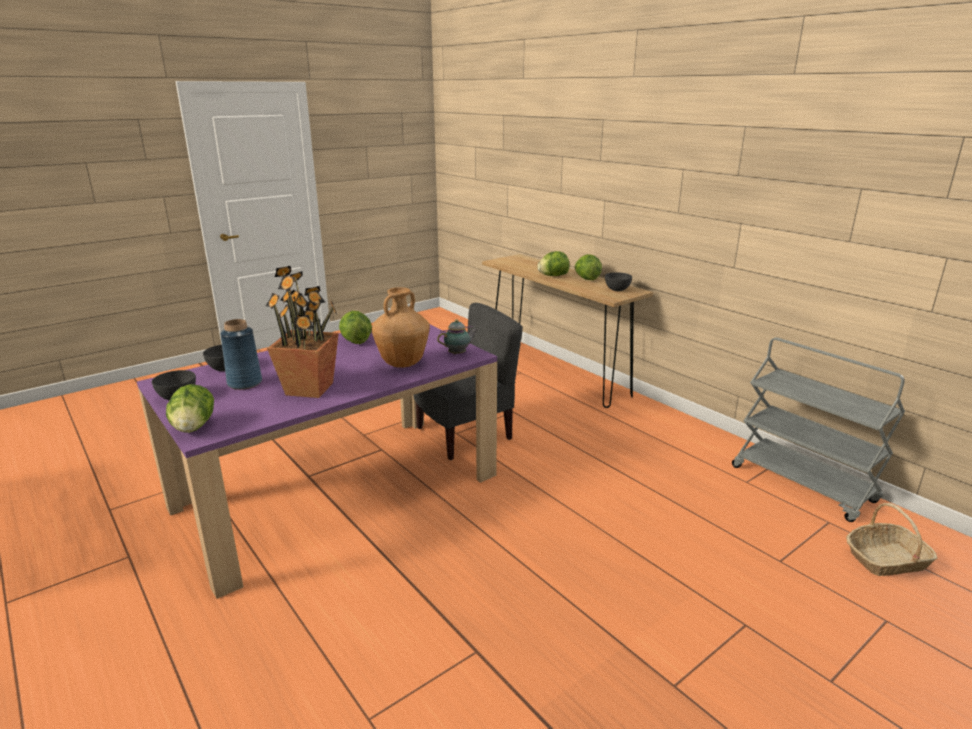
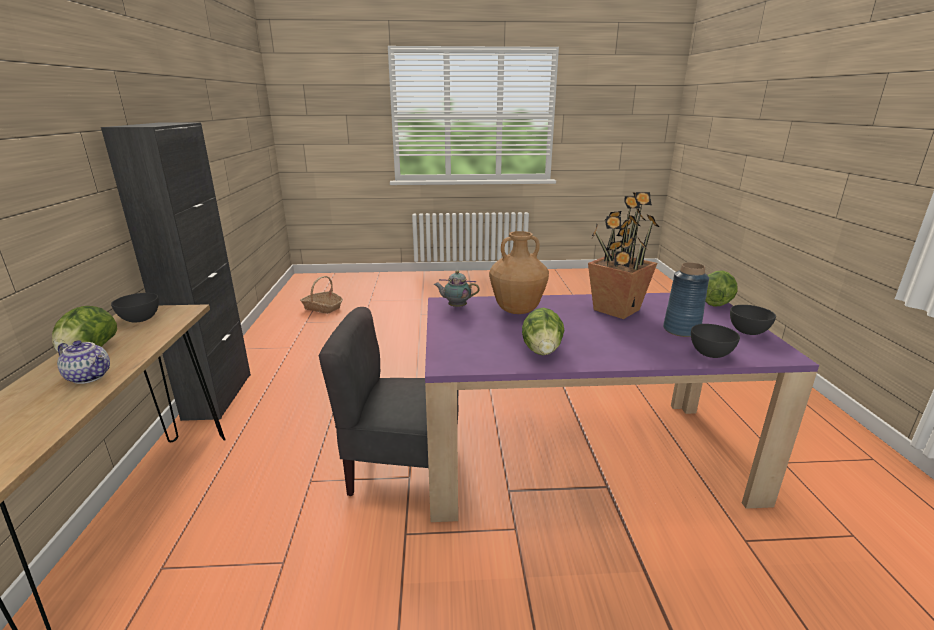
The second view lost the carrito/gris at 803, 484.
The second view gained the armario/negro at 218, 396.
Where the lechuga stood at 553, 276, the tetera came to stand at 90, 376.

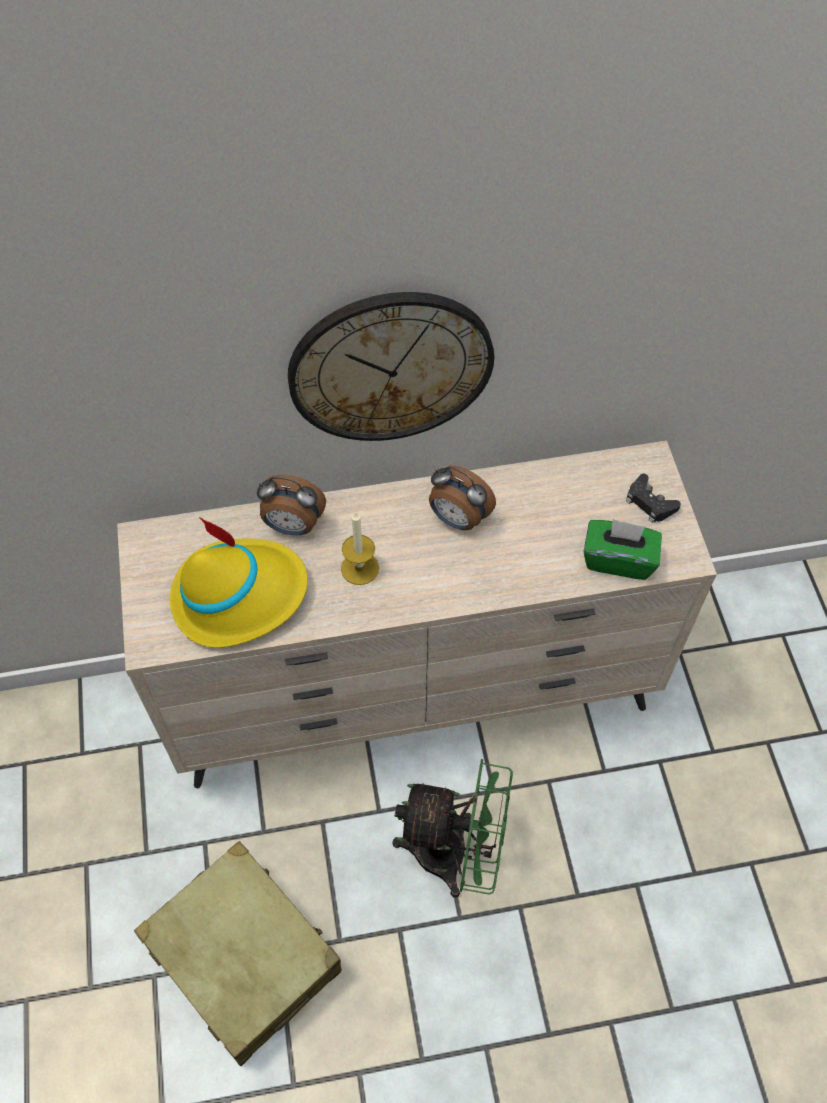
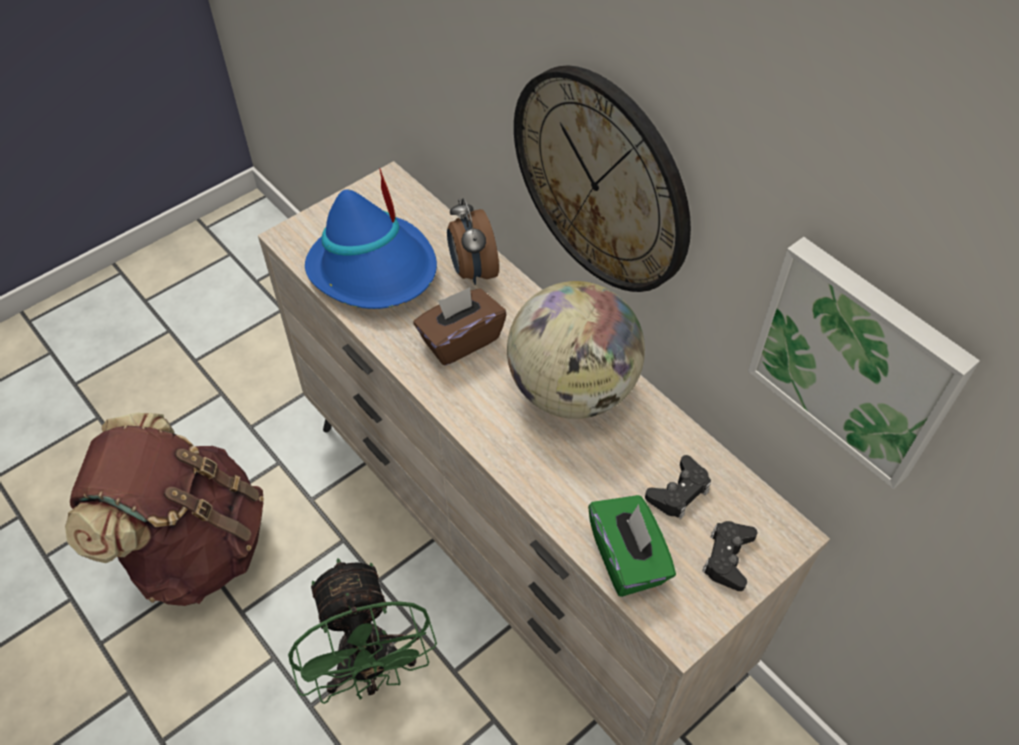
The second view gained the mando de consola/negro at 679, 492.
The second view gained the cuadro at 857, 360.
Where the maleta/beis stood at 243, 957, the mochila/marrón came to stand at 194, 545.
Where the vela stood at 360, 568, the caja de pañuelos/marrón came to stand at 460, 340.
Where the despertador stood at 458, 519, the globo terráqueo came to stand at 572, 390.
What was the sombrero/amarillo at 239, 595 turned into the sombrero/azul at 374, 269.

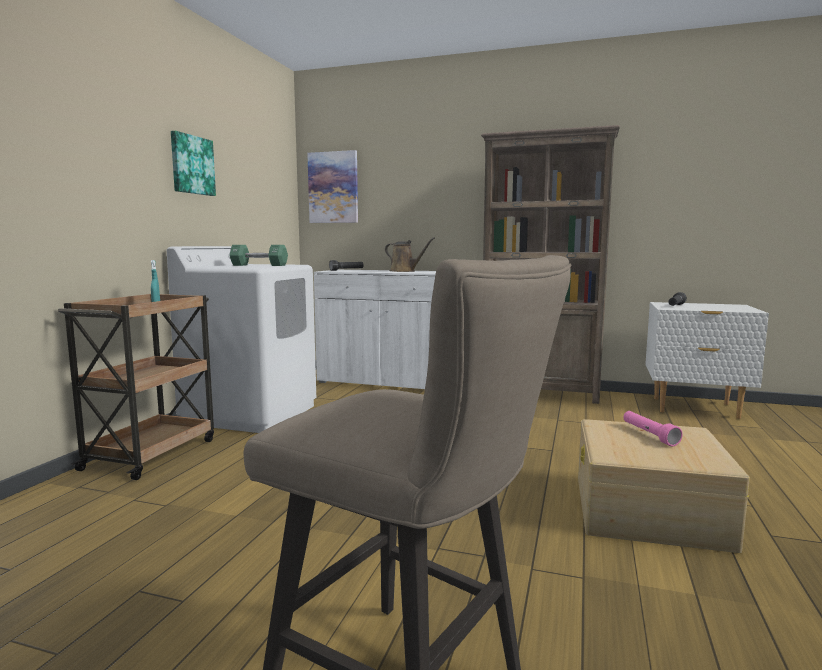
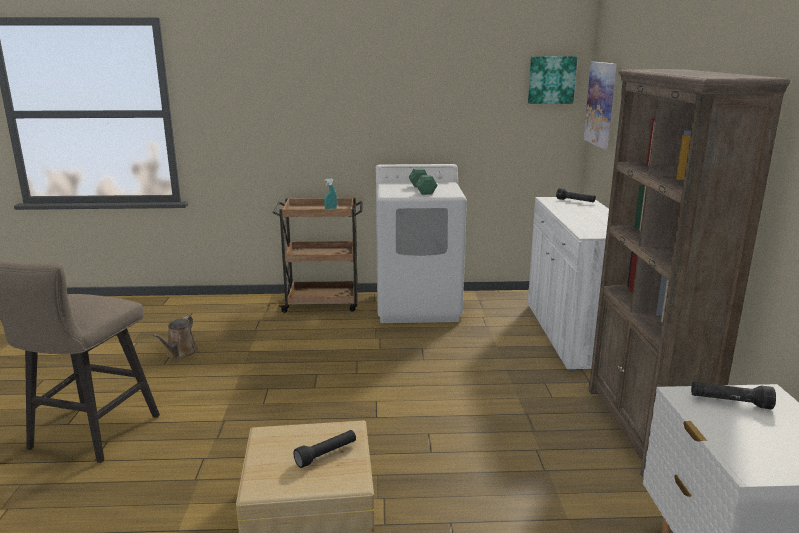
The cuadro ended up elsewhere, having gone from 191, 165 to 551, 80.
The regadera/marrón ended up elsewhere, having gone from 404, 271 to 180, 353.
What was the linterna/rosa at 649, 435 turned into the linterna/negro at 326, 454.

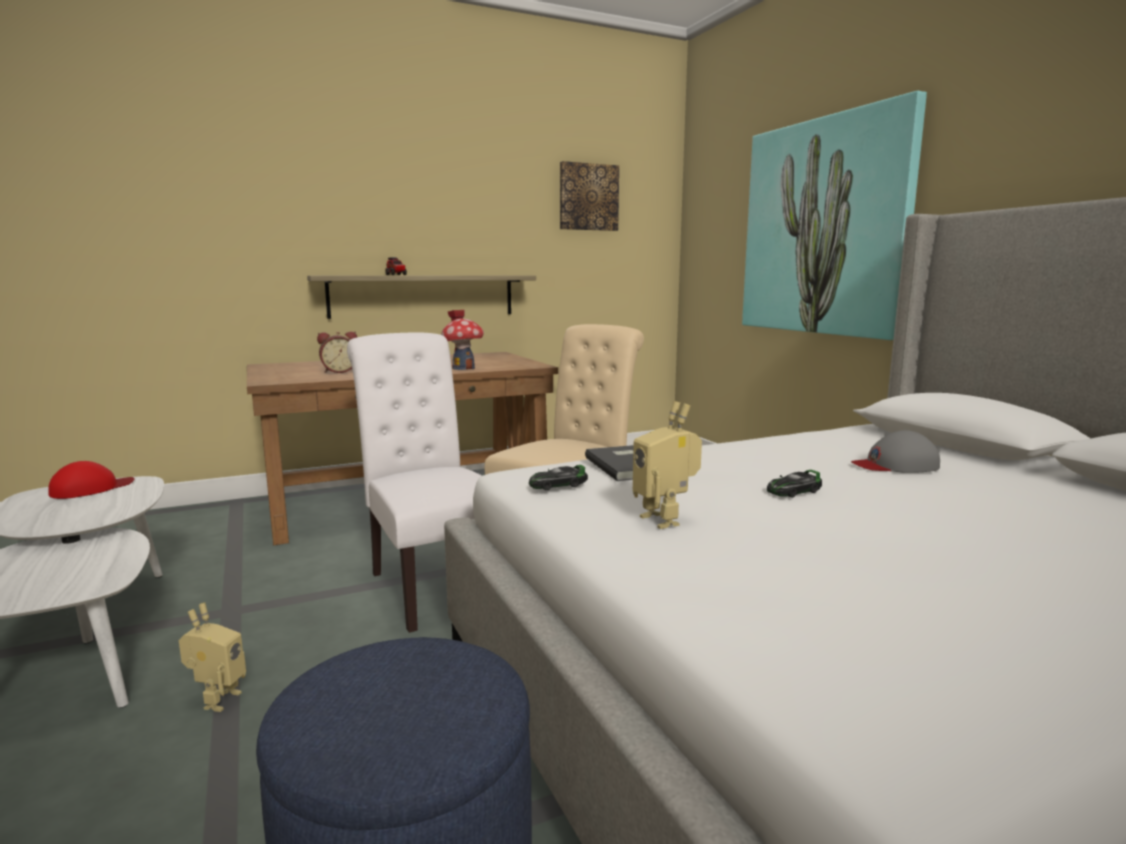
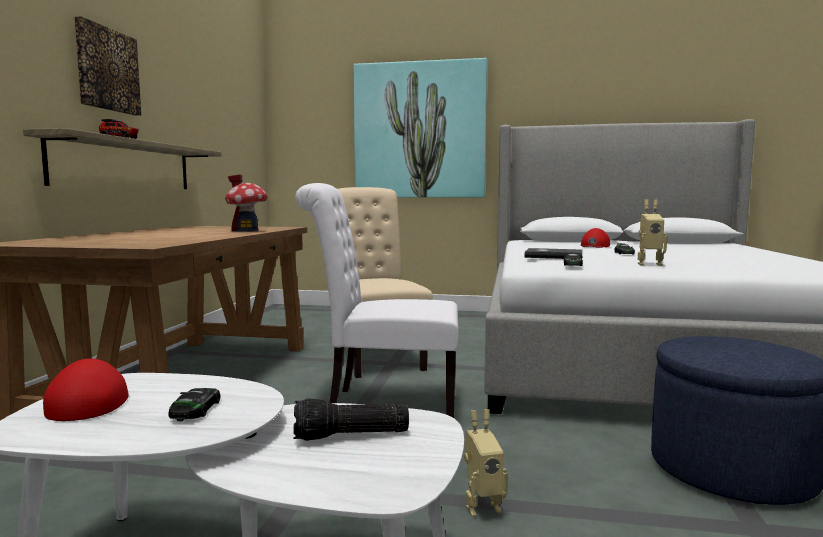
The second view lost the despertador at 339, 371.
The second view gained the coche de juguete at 195, 410.
The second view gained the linterna at 350, 436.
The cuadro ended up elsewhere, having gone from 588, 197 to 106, 69.
What was the gorra/gris at 895, 465 turned into the gorra/rojo at 594, 246.
The robot de juguete at 217, 700 ended up facing another way, 120 degrees clockwise from before.

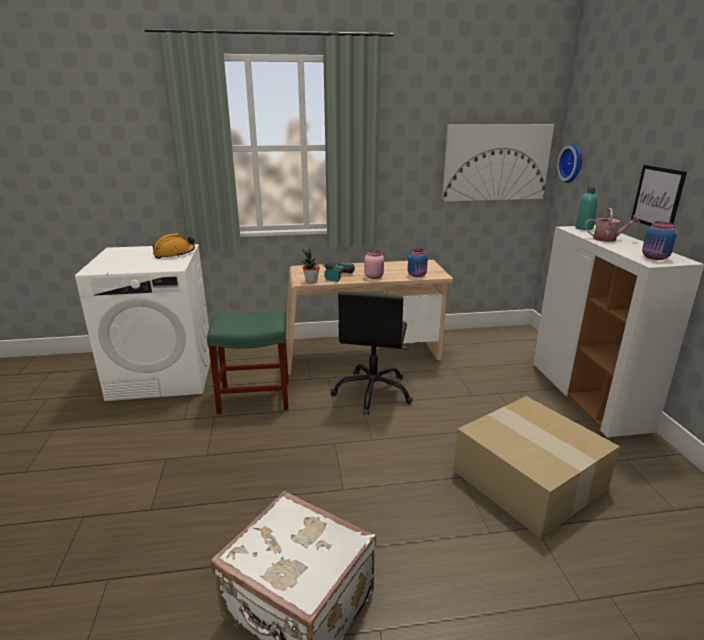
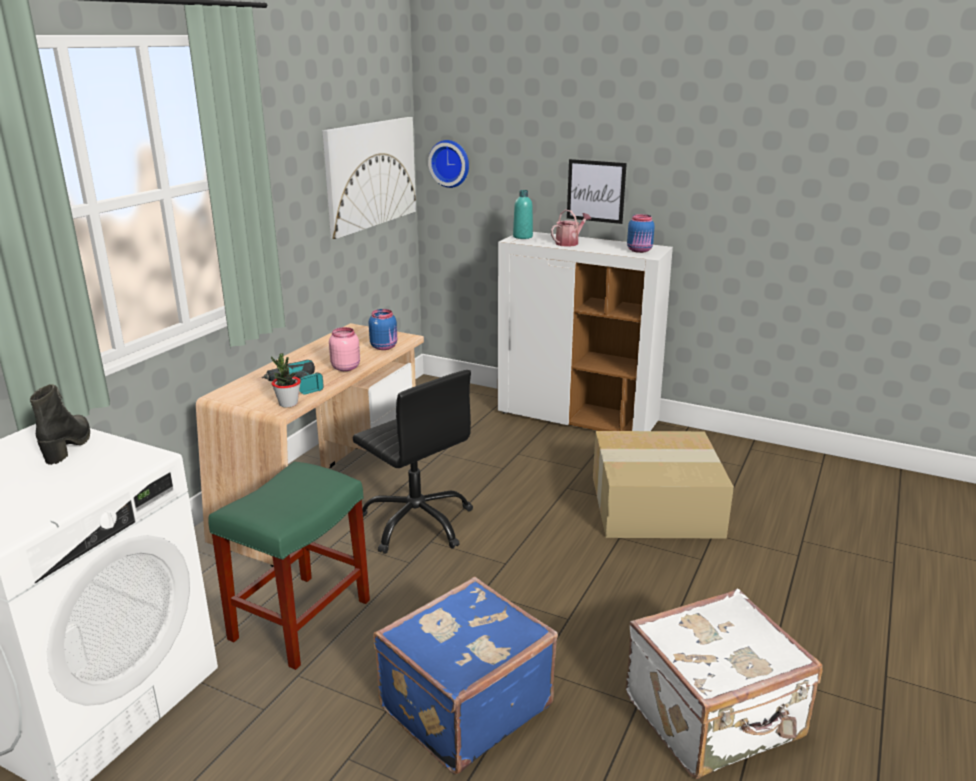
The second view gained the maleta/azul at 463, 705.
Where the casco/naranja stood at 174, 254, the bota/negro came to stand at 69, 446.

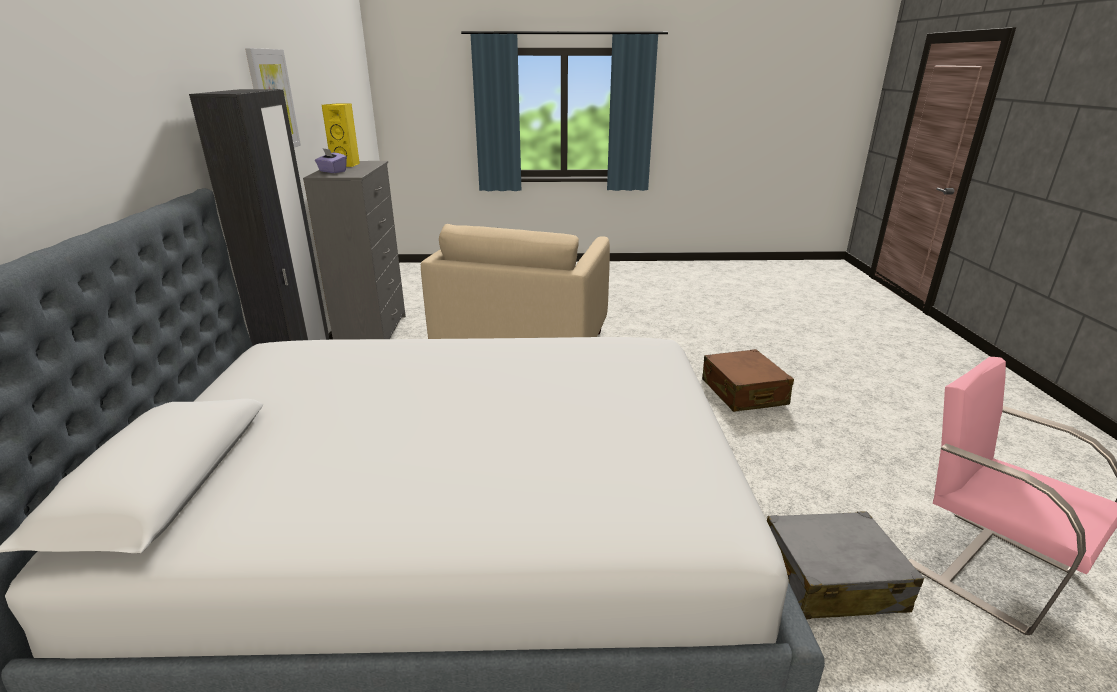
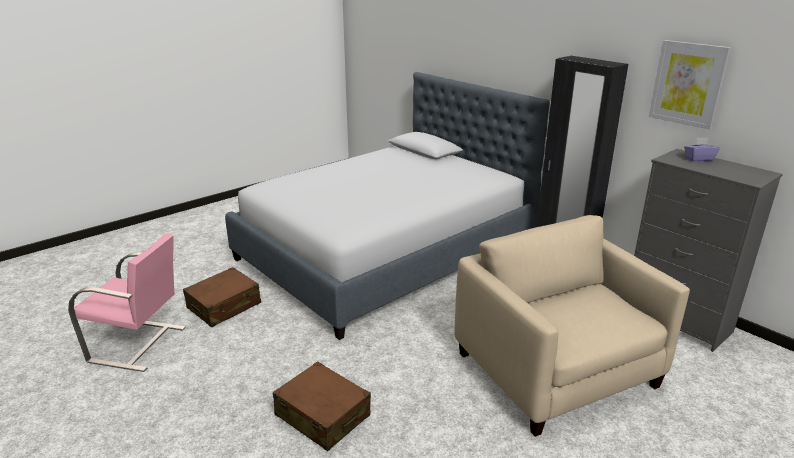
The second view lost the altavoz/amarillo at 347, 165.
What was the maleta/gris at 830, 580 turned into the maleta/marrón at 224, 306.

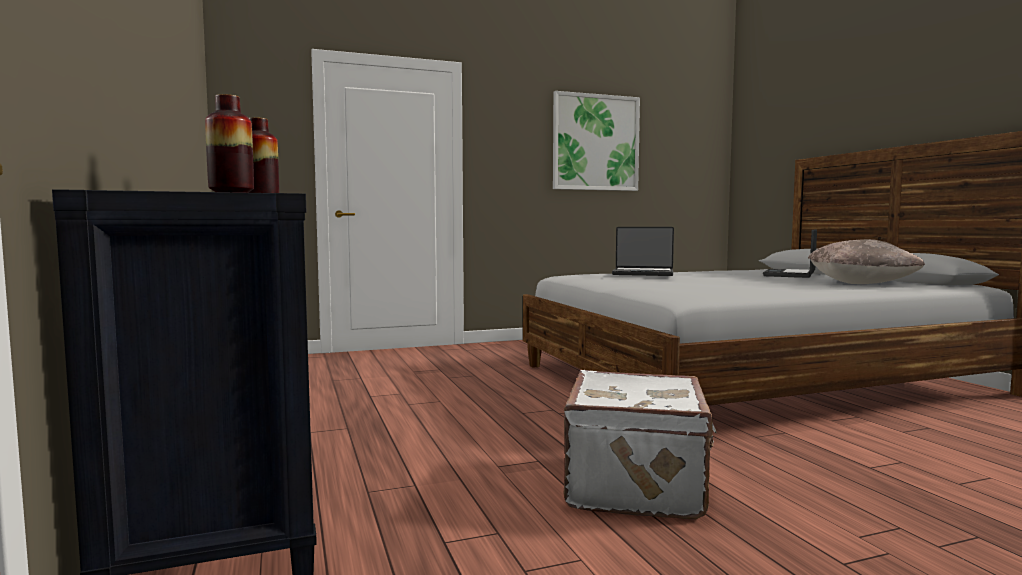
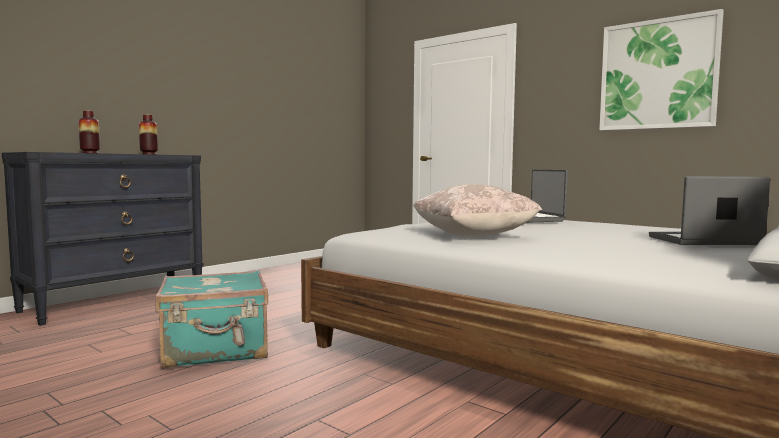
The cojín/beis ended up elsewhere, having gone from 861, 284 to 473, 236.
What was the maleta/blanco at 638, 485 turned into the maleta/turquesa at 216, 351.

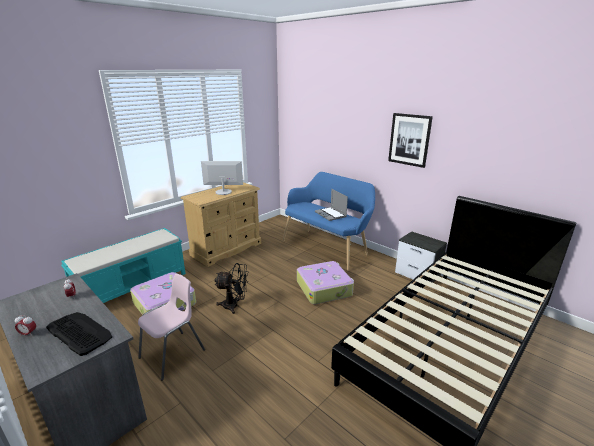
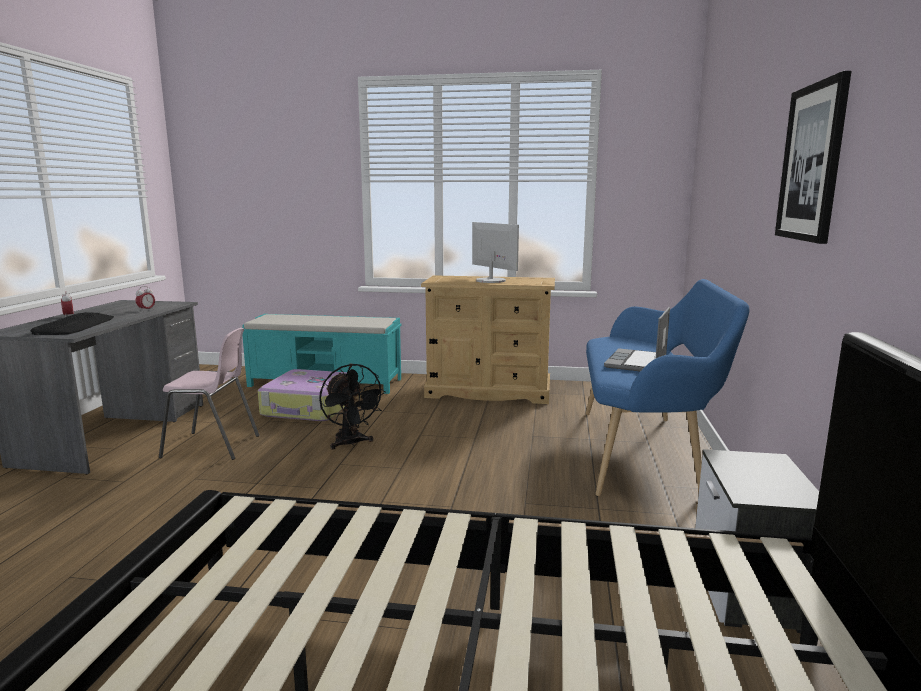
The second view lost the maleta at 324, 288.

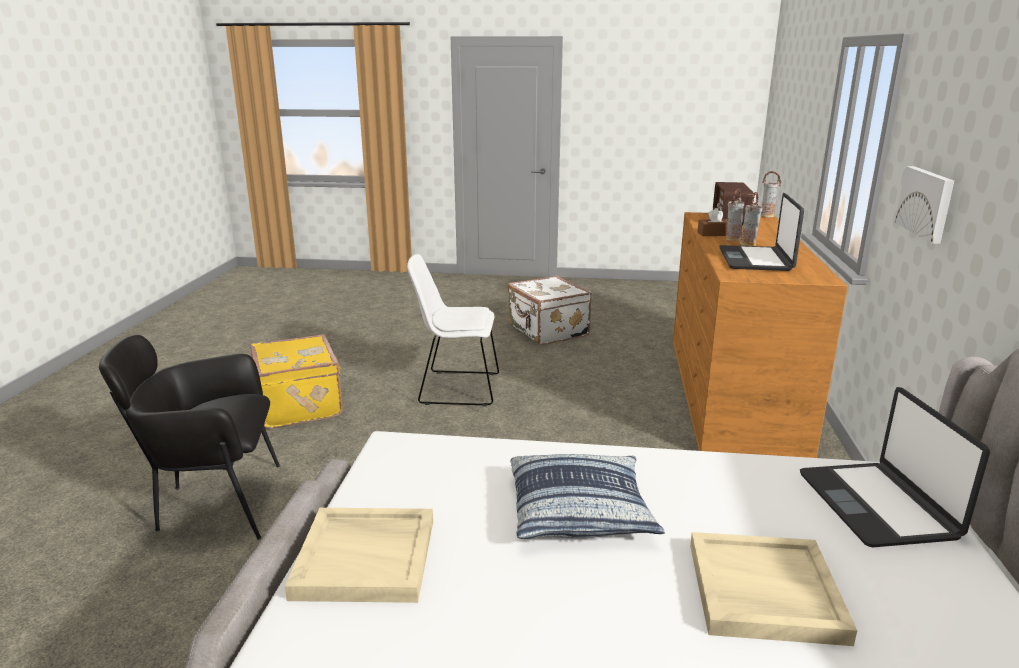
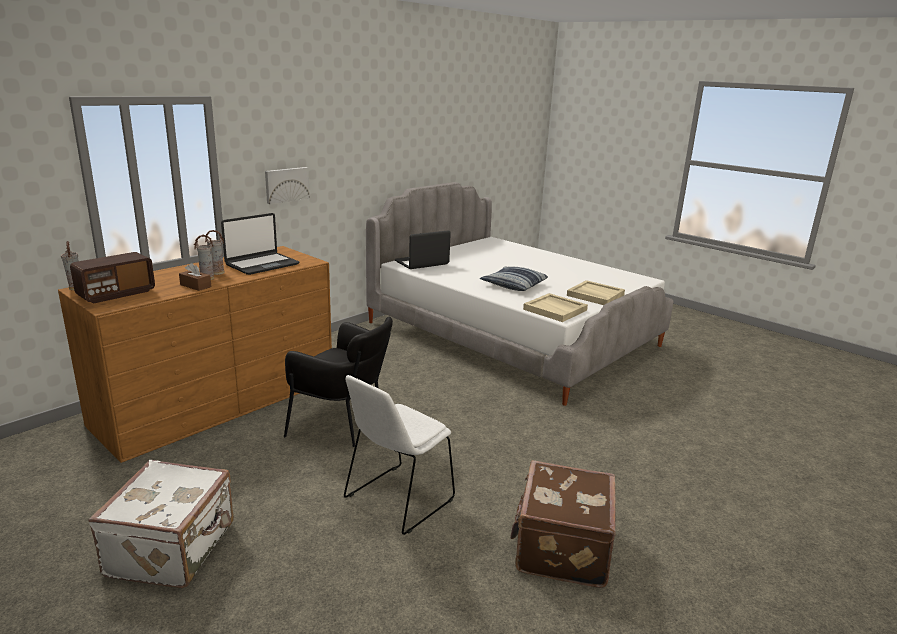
The sillón/negro ended up elsewhere, having gone from 213, 504 to 343, 426.
The bandeja/beis ended up elsewhere, having gone from 763, 592 to 555, 310.
What was the maleta/amarillo at 301, 405 turned into the maleta/marrón at 560, 548.
The silla/blanco at 456, 388 ended up facing another way, 90 degrees clockwise from before.
The portátil at 877, 505 ended up facing another way, 150 degrees counterclockwise from before.

